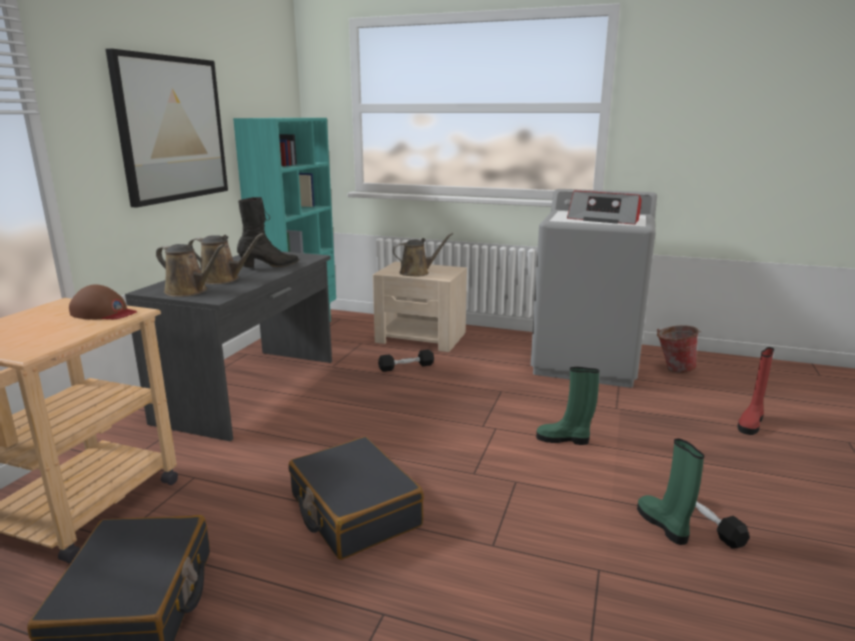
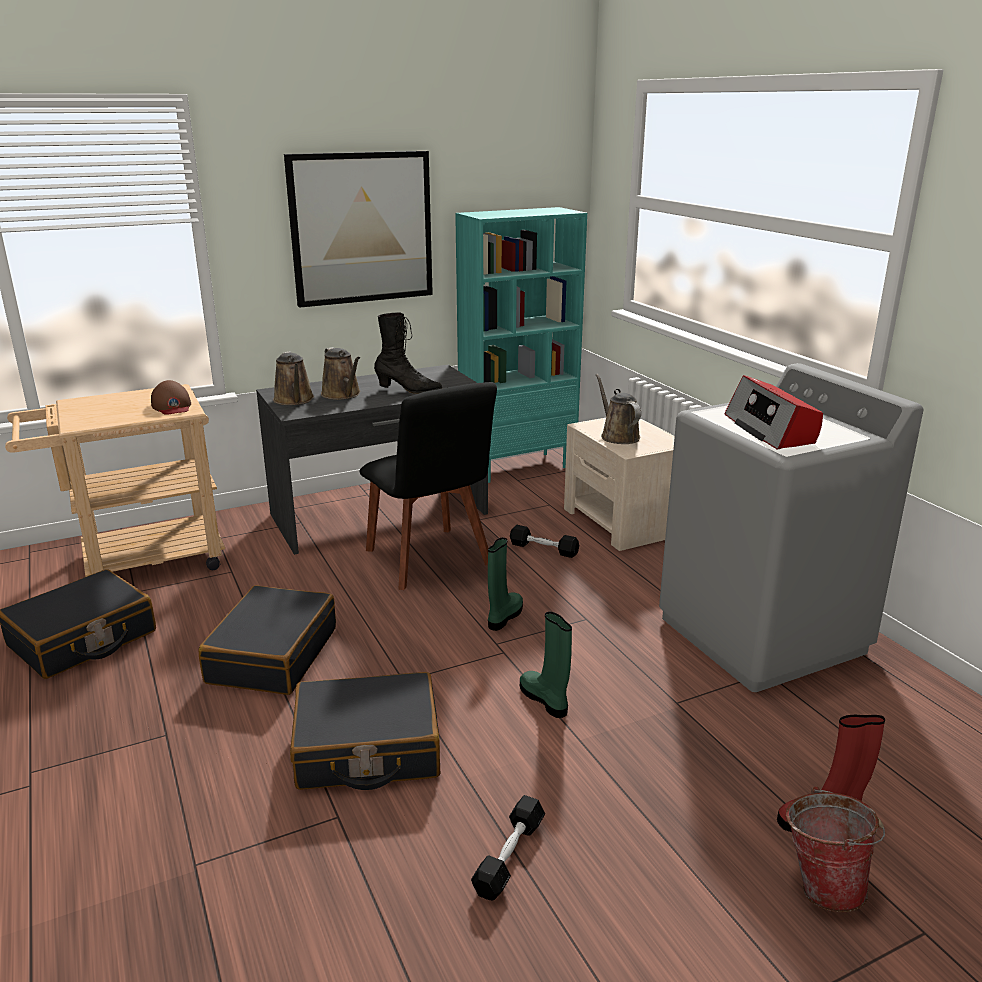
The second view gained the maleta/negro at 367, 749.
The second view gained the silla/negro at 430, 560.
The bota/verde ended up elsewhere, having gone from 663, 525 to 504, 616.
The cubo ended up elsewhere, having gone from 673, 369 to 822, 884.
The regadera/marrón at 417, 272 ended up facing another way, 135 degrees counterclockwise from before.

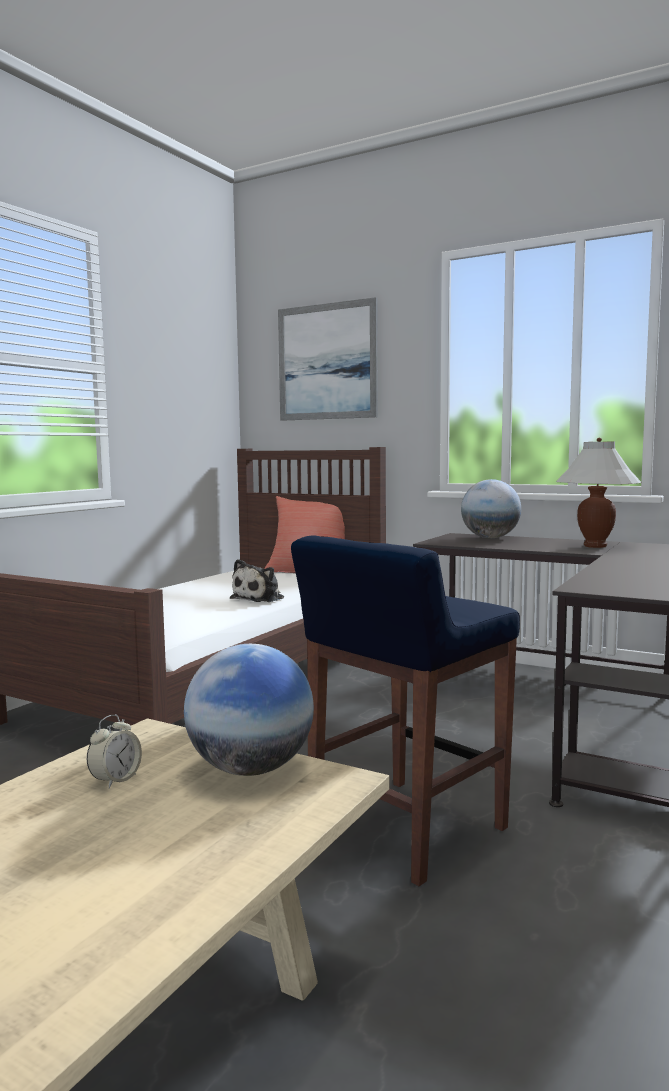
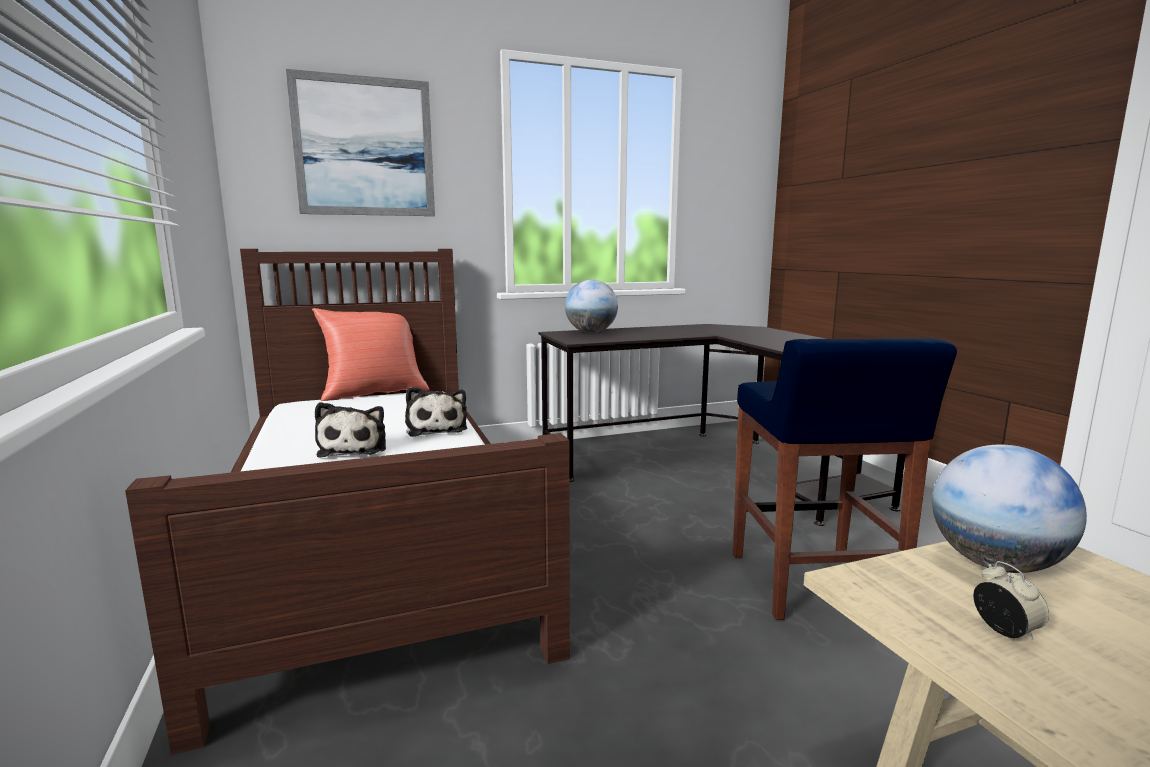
The second view lost the lámpara de mesa/blanco at 595, 546.
The second view gained the peluche at 354, 448.

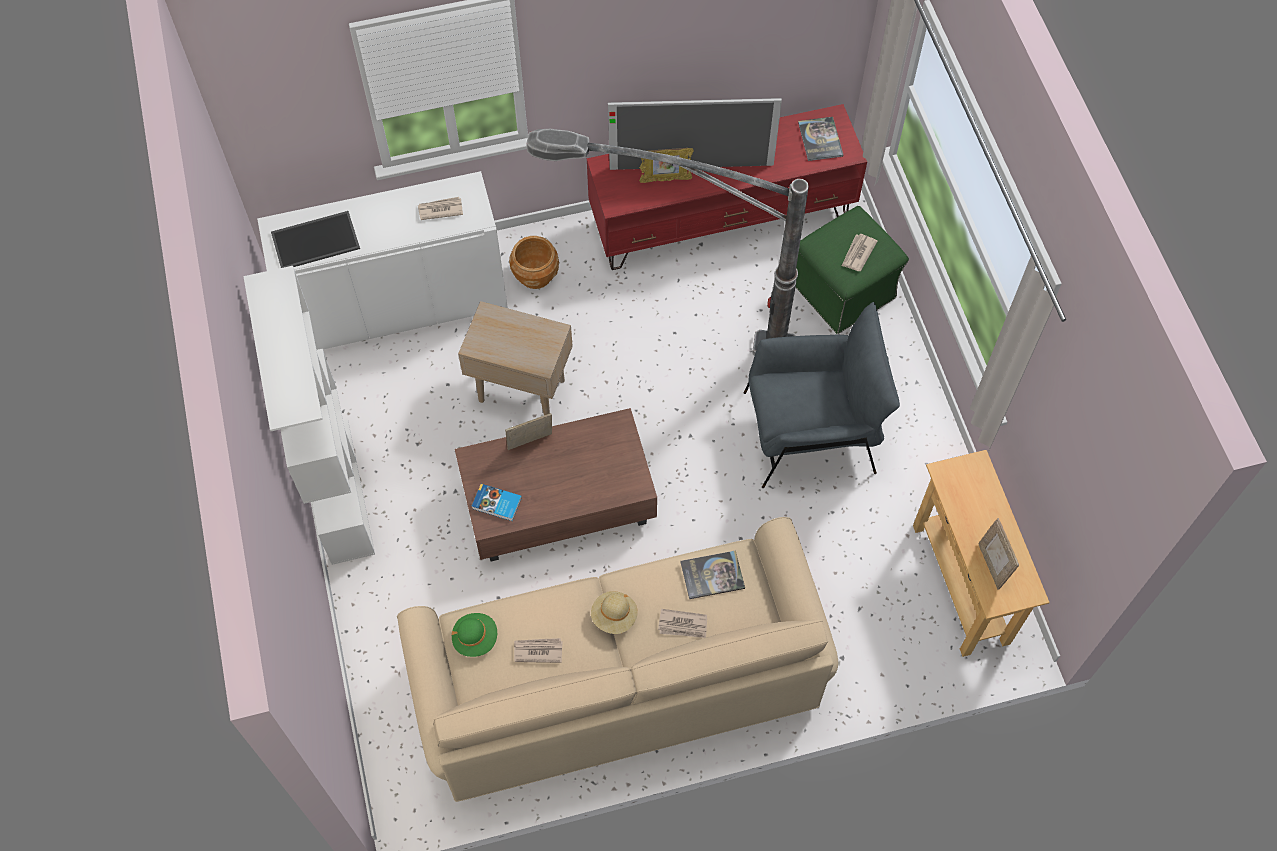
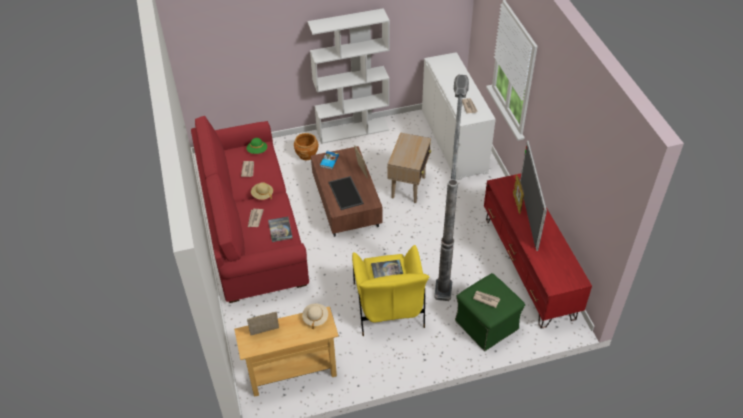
The second view gained the sombrero/beis at 315, 318.
The bandeja ended up elsewhere, having gone from 316, 239 to 346, 193.
The maceta/marrón ended up elsewhere, having gone from 536, 275 to 307, 155.
The libro ended up elsewhere, having gone from 820, 139 to 387, 270.
What was the sofá/beis at 618, 681 turned into the sofá/rojo at 251, 227.
What was the sillón/gris at 811, 432 turned into the sillón/amarillo at 388, 306.

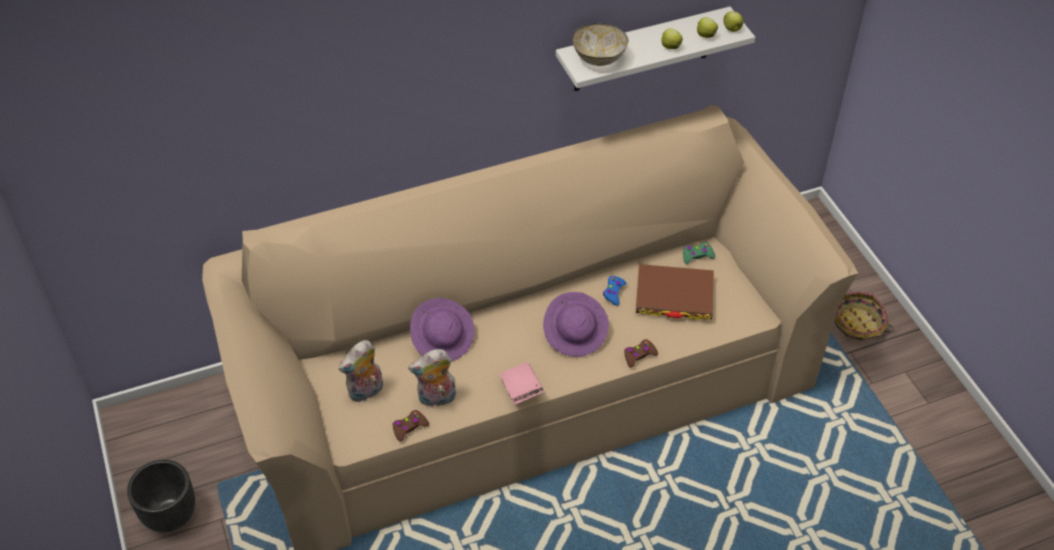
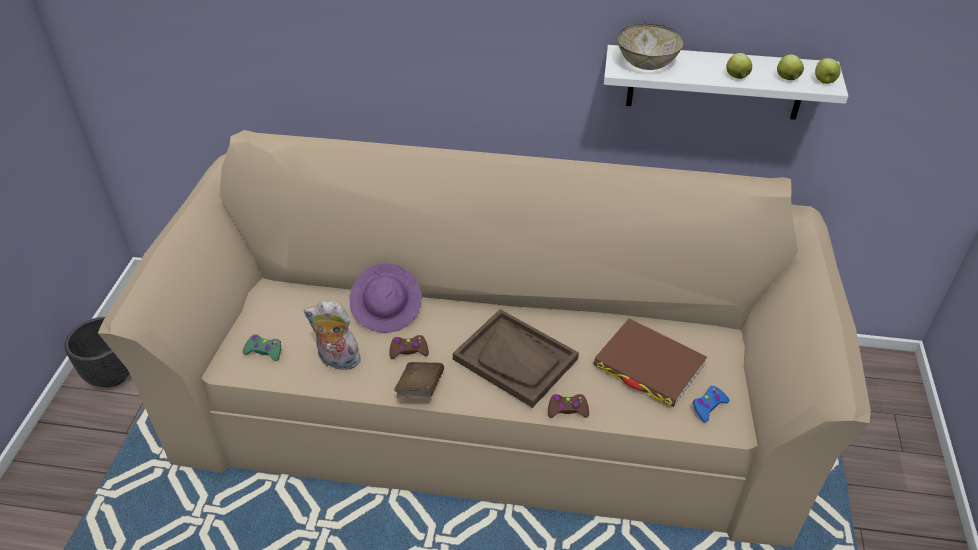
The second view lost the peluche at 366, 392.
The second view lost the cesta at 858, 324.
The mando de consola/marrón ended up elsewhere, having gone from 409, 428 to 408, 350.
The mando de consola/azul ended up elsewhere, having gone from 613, 293 to 708, 406.
The mando de consola/verde ended up elsewhere, having gone from 697, 256 to 264, 351.
Where the sombrero/morado stood at 576, 334, the bandeja/marrón came to stand at 515, 359.
What was the libro/rosa at 521, 390 turned into the libro/marrón at 420, 389.

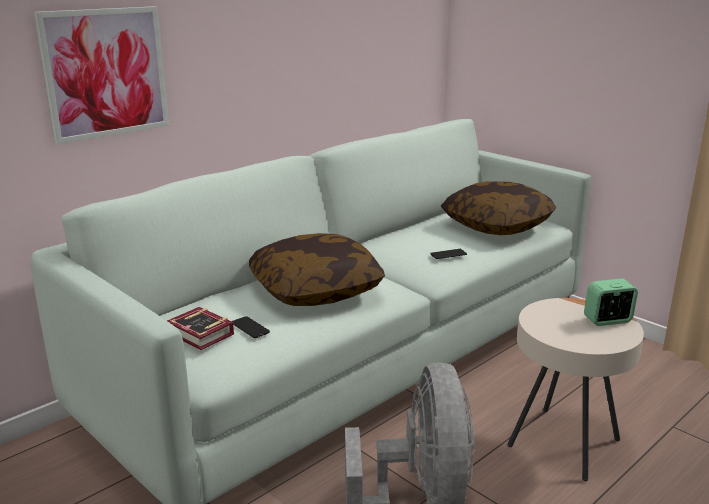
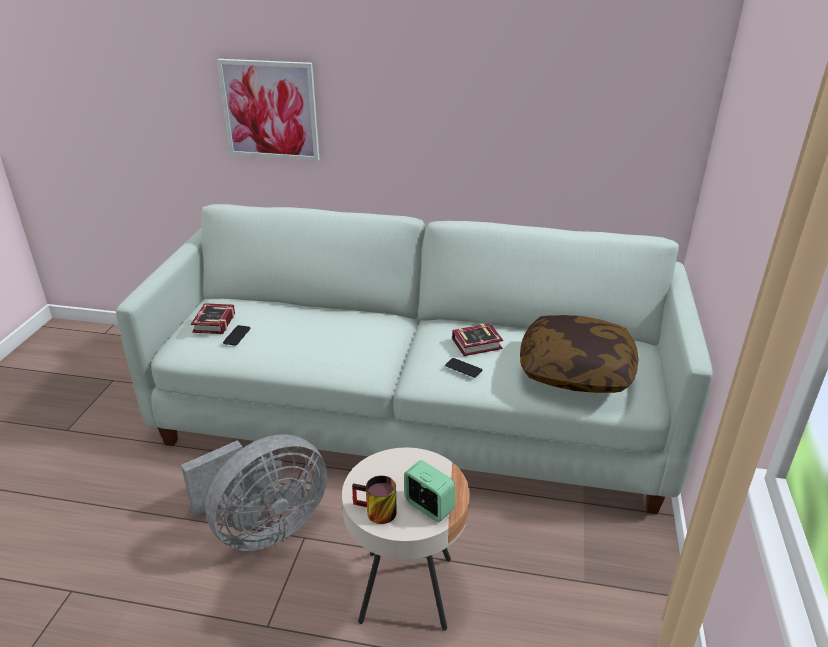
The second view lost the cojín at 316, 290.
The second view gained the taza grande at 375, 513.
The second view gained the libro at 479, 344.

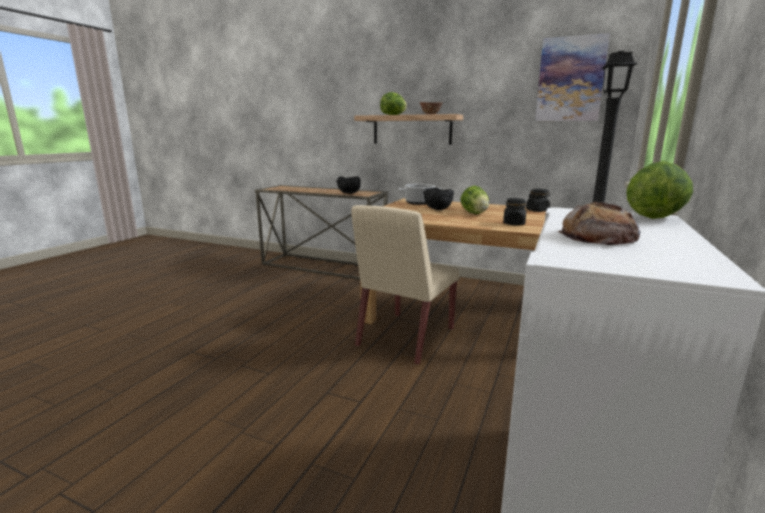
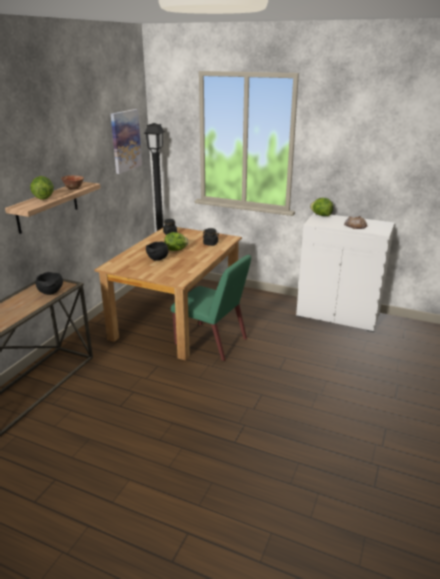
The second view lost the olla at 419, 203.
What was the silla/beis at 405, 338 turned into the silla/verde at 212, 342.

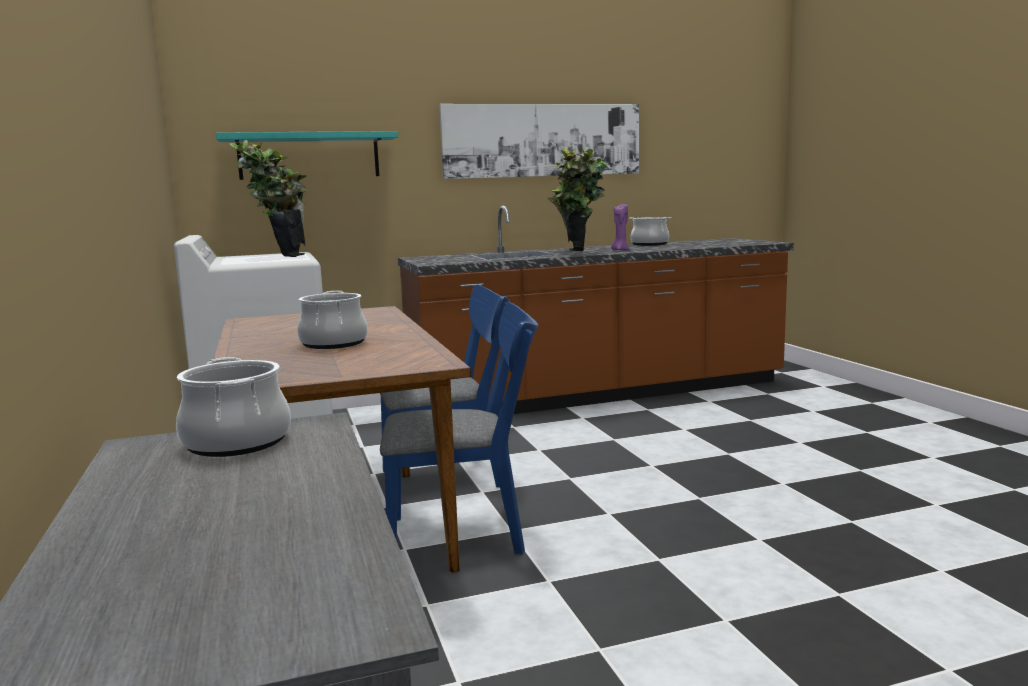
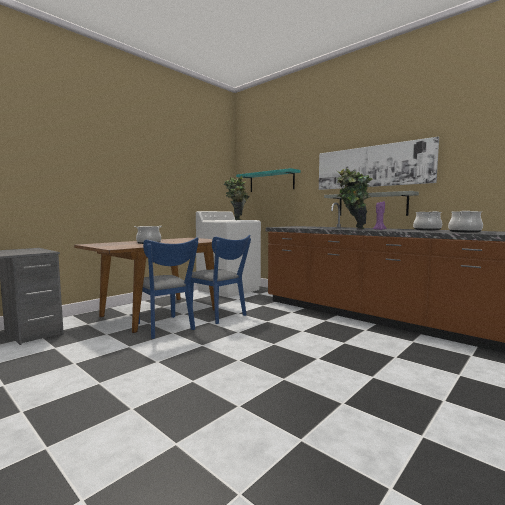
The second view gained the estante/gris at 371, 204.
The olla ended up elsewhere, having gone from 236, 442 to 464, 232.

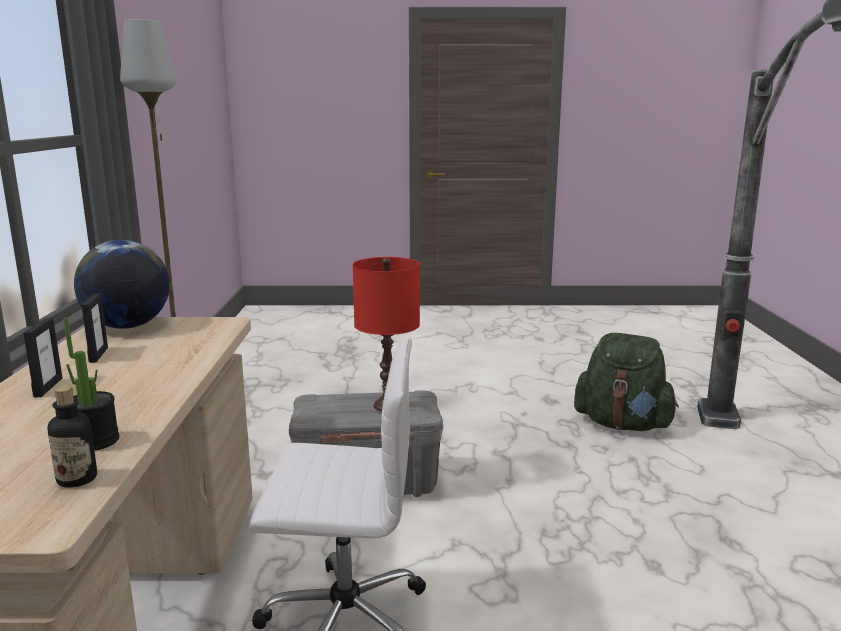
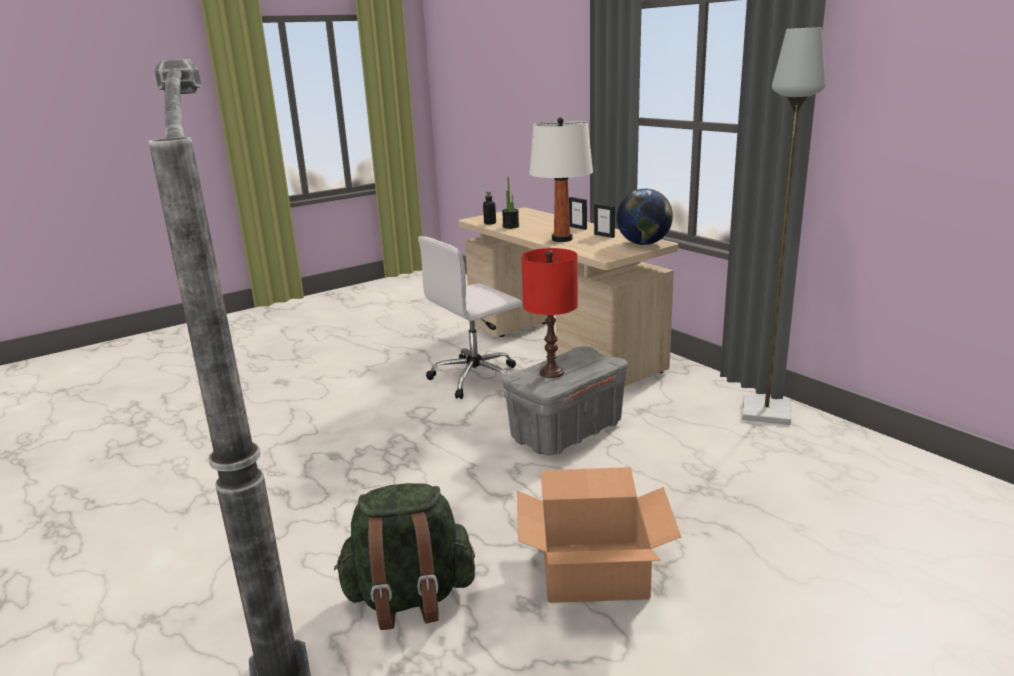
The second view gained the caja de cartón at 593, 570.
The second view gained the lámpara de mesa/blanco at 561, 239.

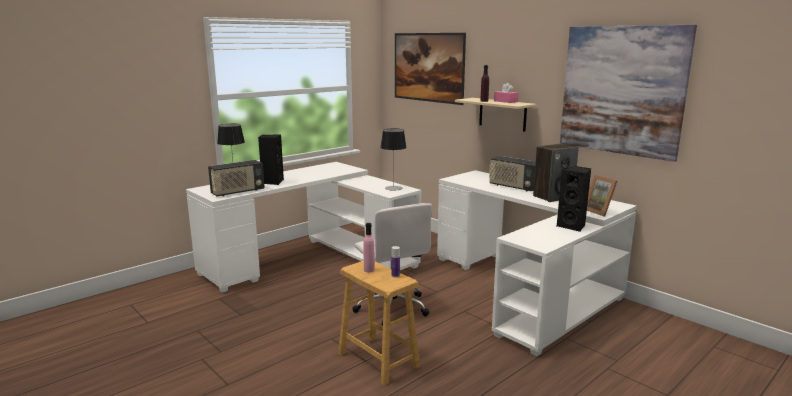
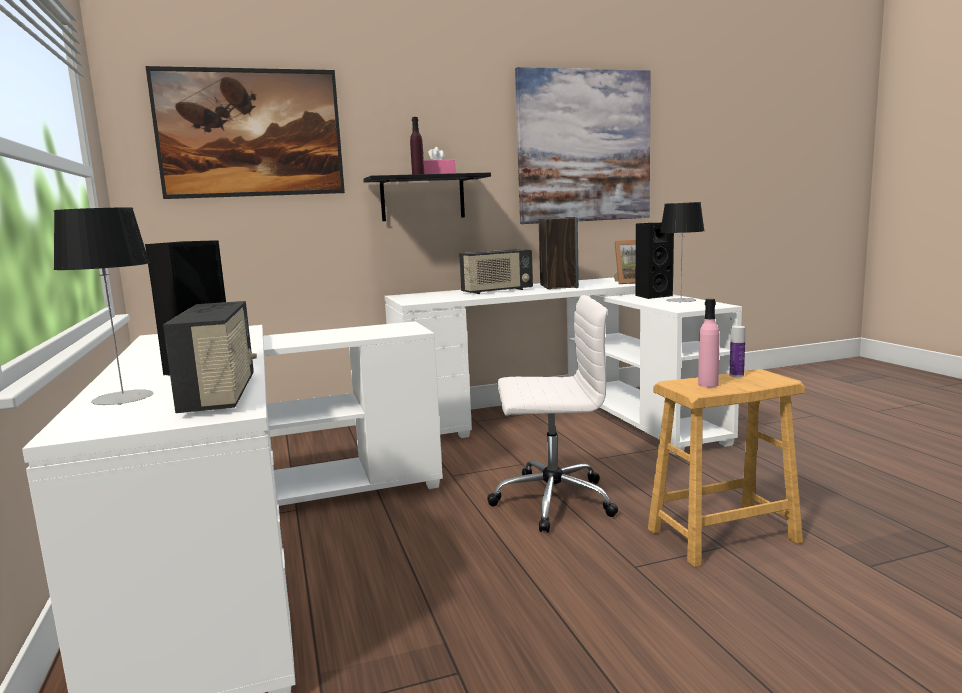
The lámpara de mesa ended up elsewhere, having gone from 393, 188 to 681, 300.
What was the estante/beis at 502, 114 turned into the estante/negro at 422, 198.

